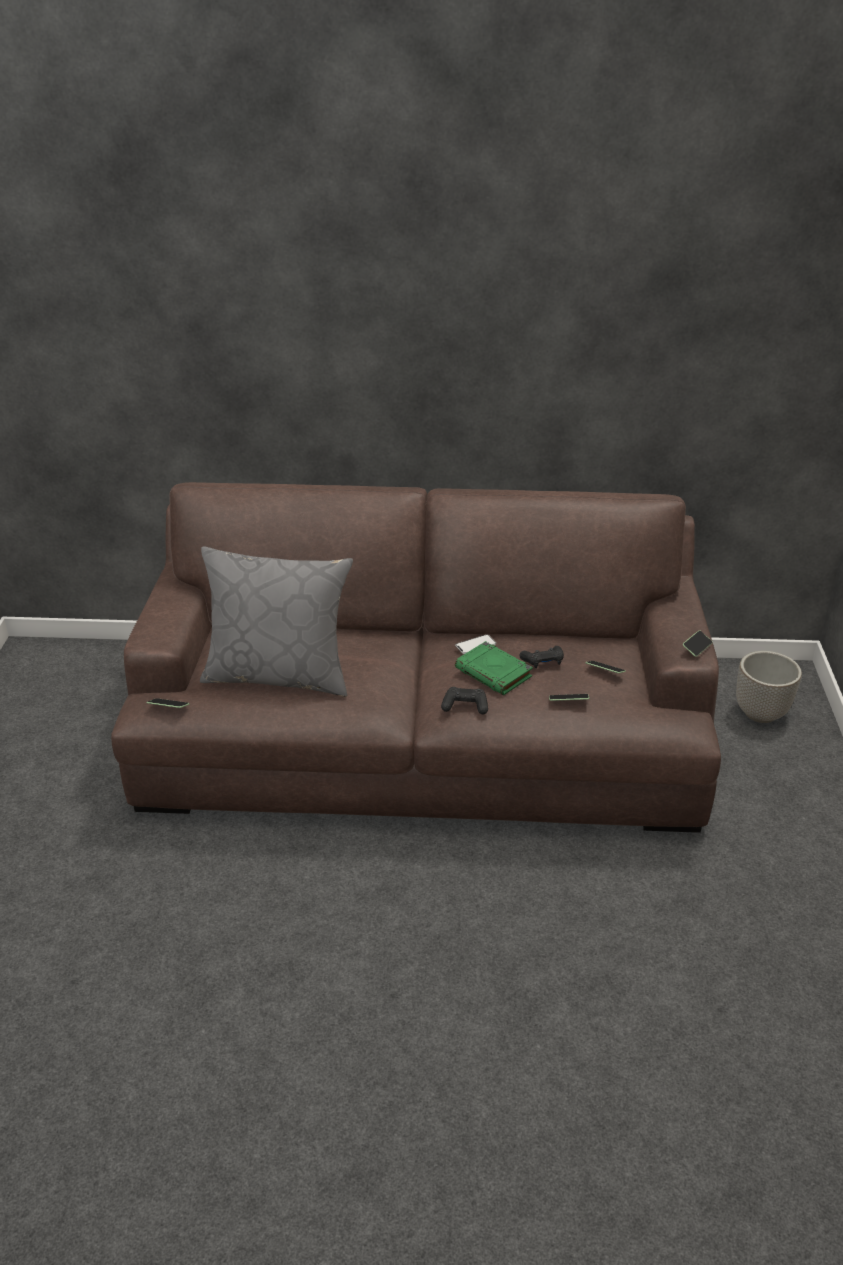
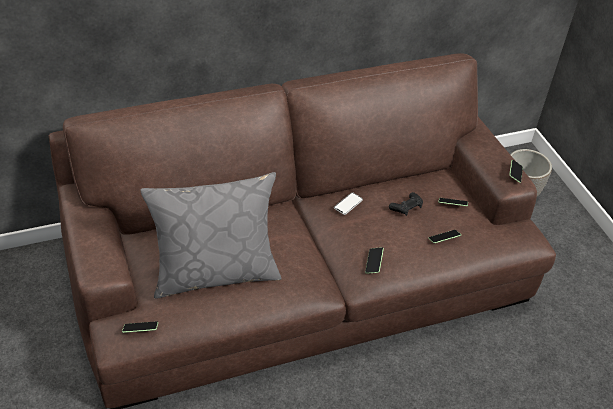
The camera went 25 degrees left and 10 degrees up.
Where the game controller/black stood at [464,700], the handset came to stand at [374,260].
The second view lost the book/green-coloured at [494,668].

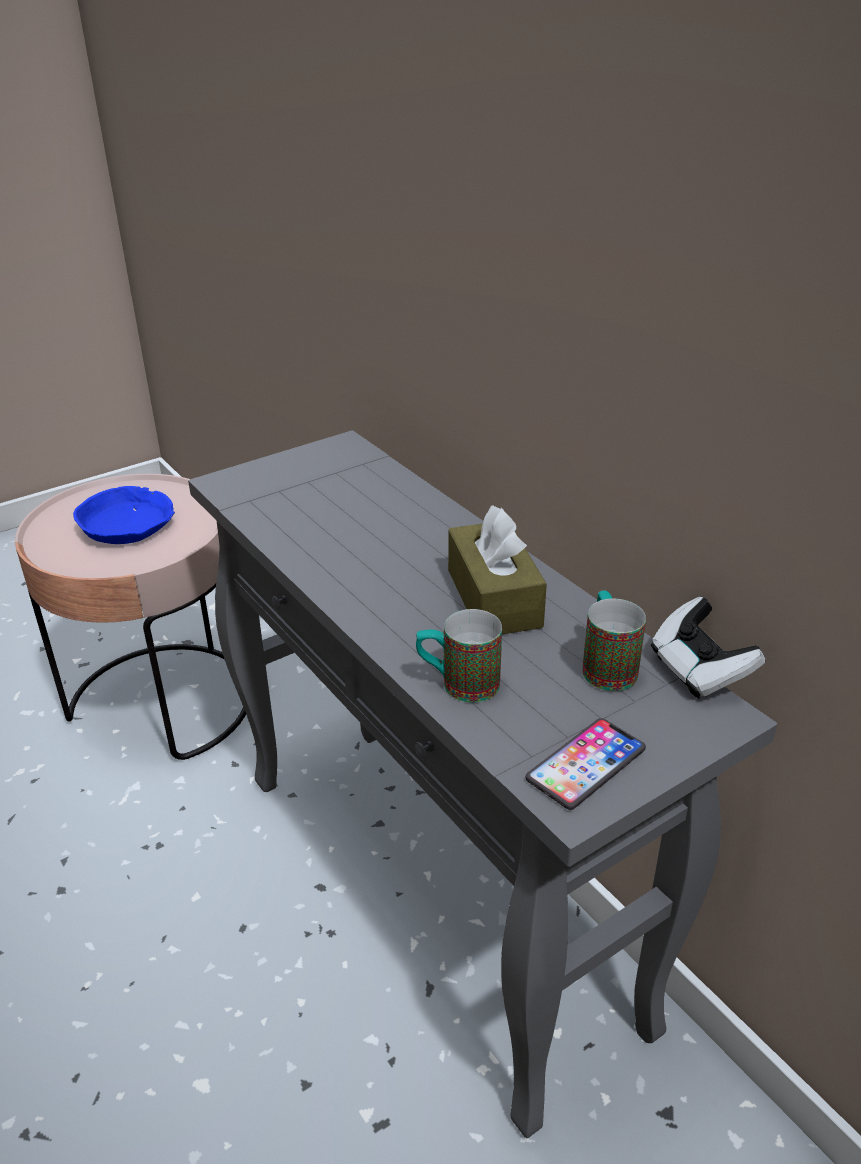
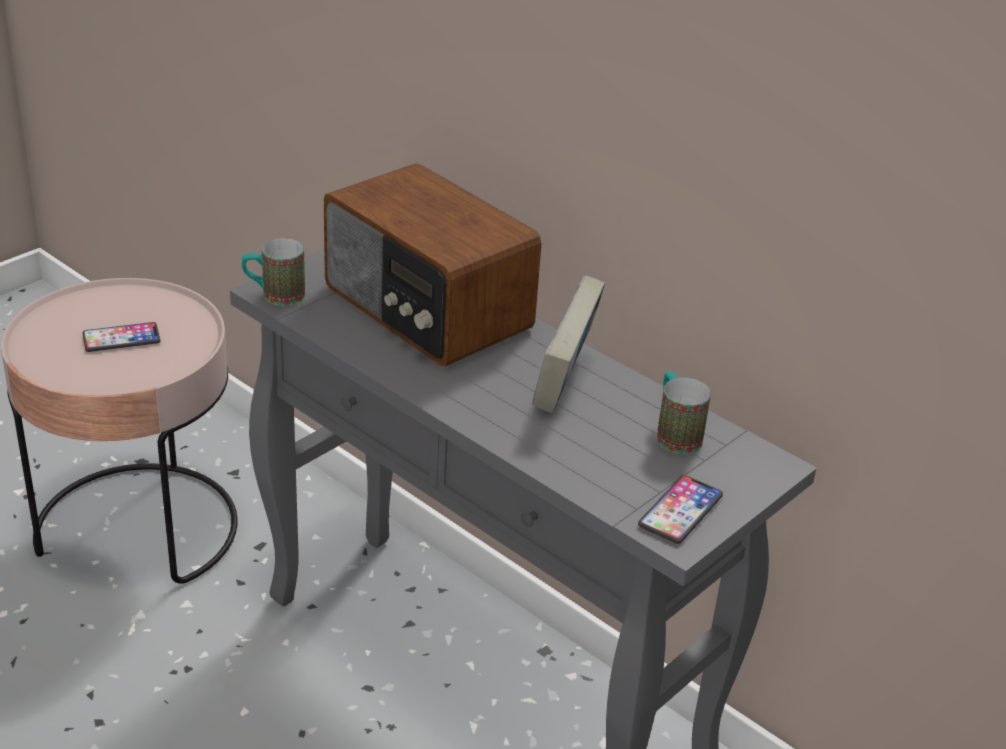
The camera went 15 degrees left and 0 degrees up.
Where the deep dish/blue stood at [124,515], the handset came to stand at [121,337].
The tea mug ended up elsewhere, having gone from [459,656] to [273,272].
Where the box of tissues/brown-coloured stood at [497,569], the book came to stand at [568,344].
The second view lost the game controller at [708,648].
The second view gained the radio at [433,265].

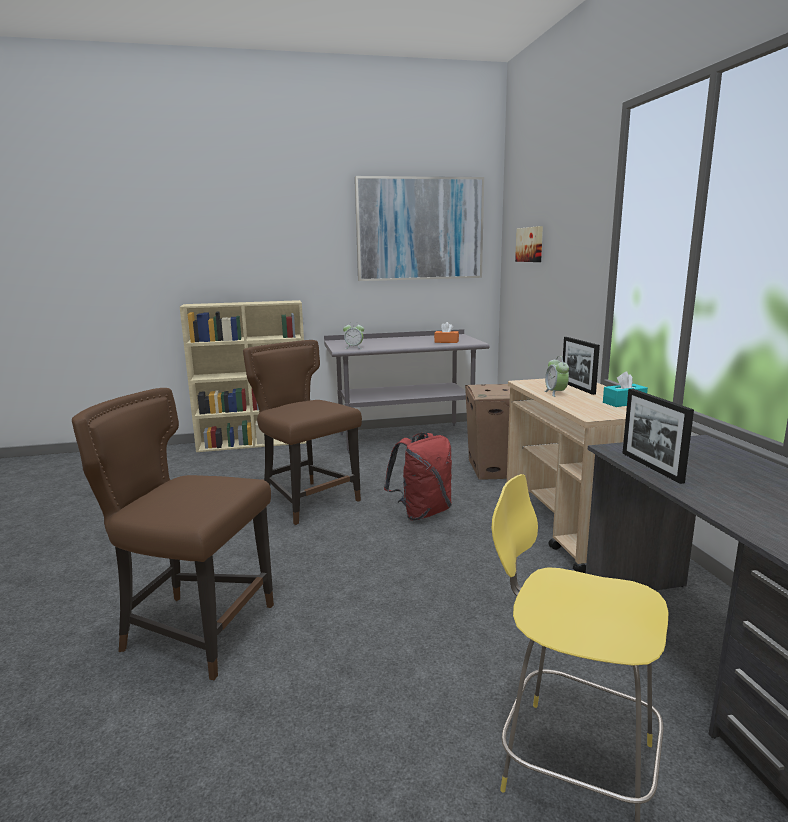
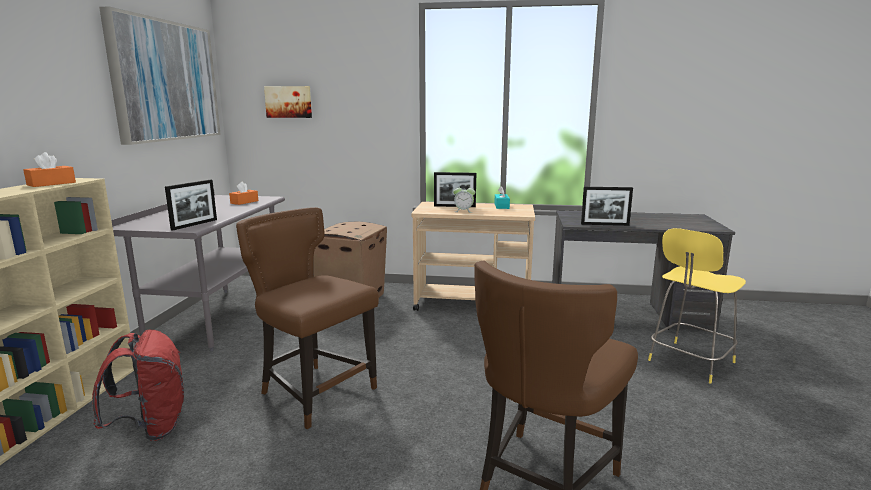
The camera went 70 degrees left and 0 degrees up.
The plain chair/brown-coloured at [302,432] ended up facing another way, 60 degrees clockwise from before.
Where the table clock stood at [353,335], the picture frame came to stand at [191,205].
The backpack/red ended up elsewhere, having gone from [418,476] to [138,385].
The second view gained the box of tissues/orange-coloured at [49,169].

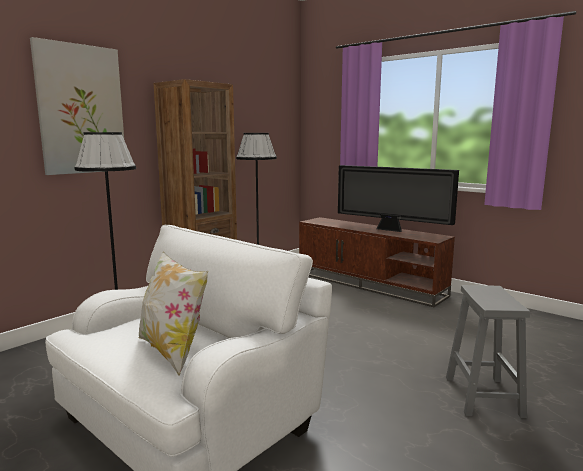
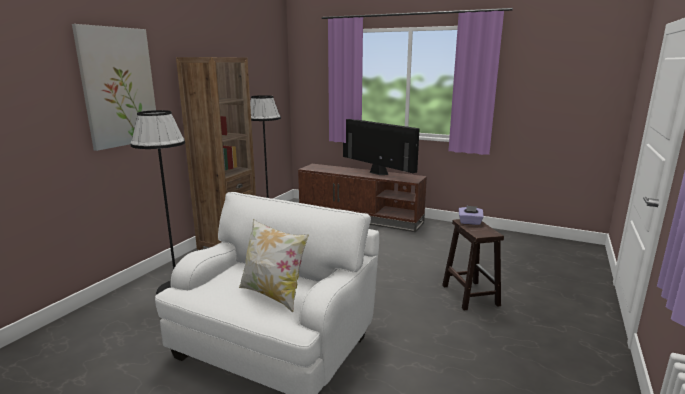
The camera went 15 degrees left and 5 degrees up.
The TV set at [398,198] ended up facing another way, 150 degrees counterclockwise from before.
What was the stool seat/gray at [488,351] turned into the stool seat/brown-coloured at [473,264].
The second view gained the box of tissues/purple-coloured at [471,215].

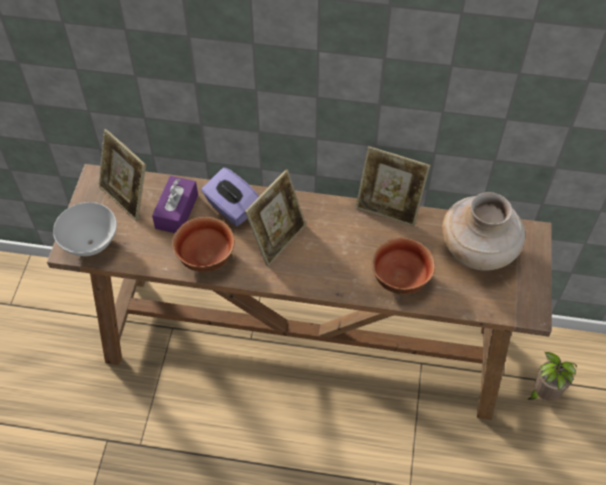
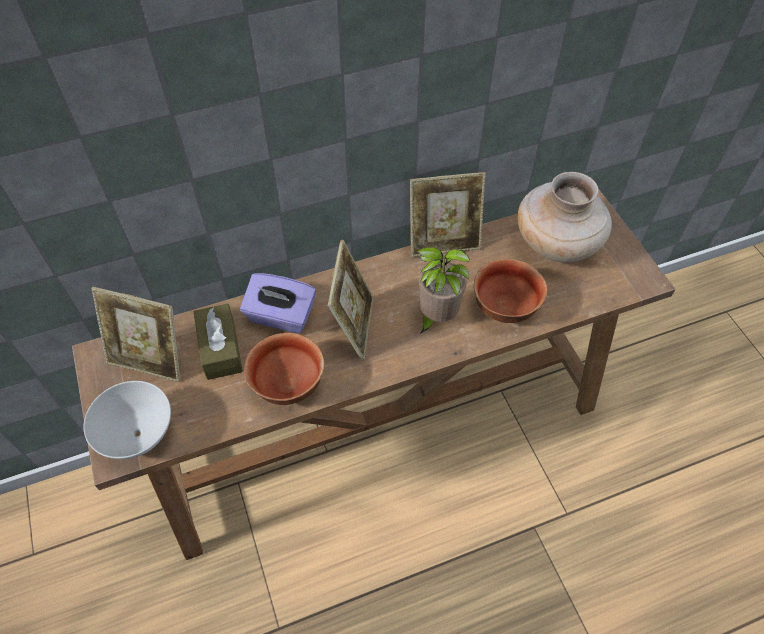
The camera went 30 degrees left and 0 degrees up.
What was the box of tissues/purple-coloured at [175,204] turned into the box of tissues/brown-coloured at [218,342].
The houseplant ended up elsewhere, having gone from [552,376] to [443,290].

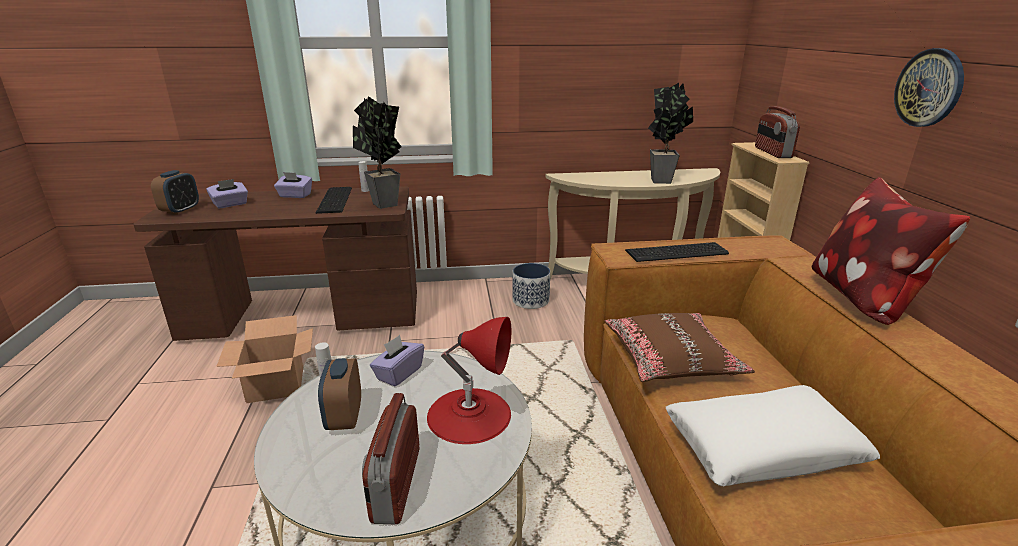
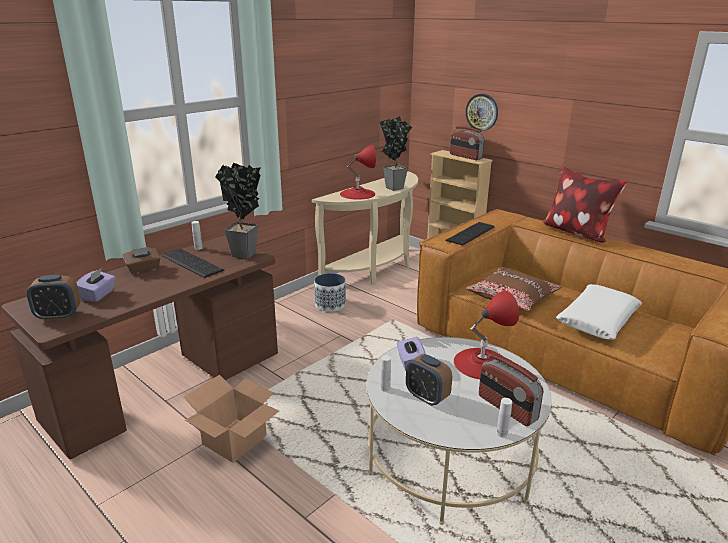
The camera went 40 degrees left and 0 degrees up.
The table clock at [175,192] ended up facing another way, 105 degrees clockwise from before.
What was the box of tissues/purple-coloured at [293,185] turned into the box of tissues/brown-coloured at [141,261].
The hanging clock ended up elsewhere, having gone from [929,87] to [481,112].
The second view gained the table lamp/red at [358,172].
The second view gained the drink bottle/white at [504,418].

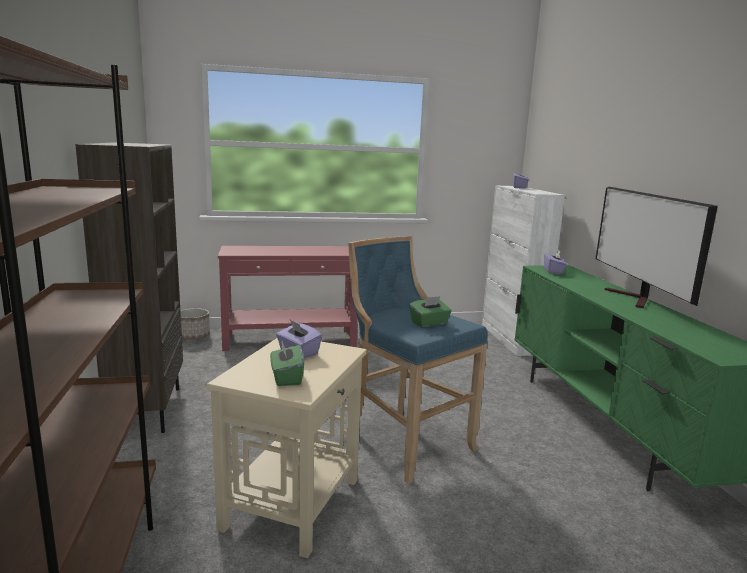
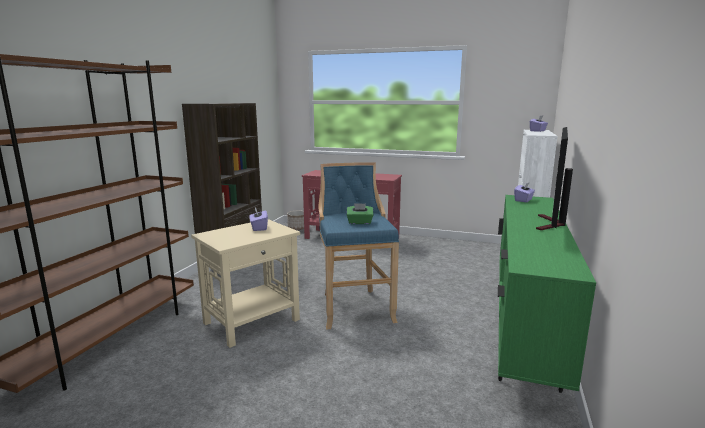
The camera went 30 degrees right and 0 degrees up.
The second view lost the box of tissues/green-coloured at [287,363].

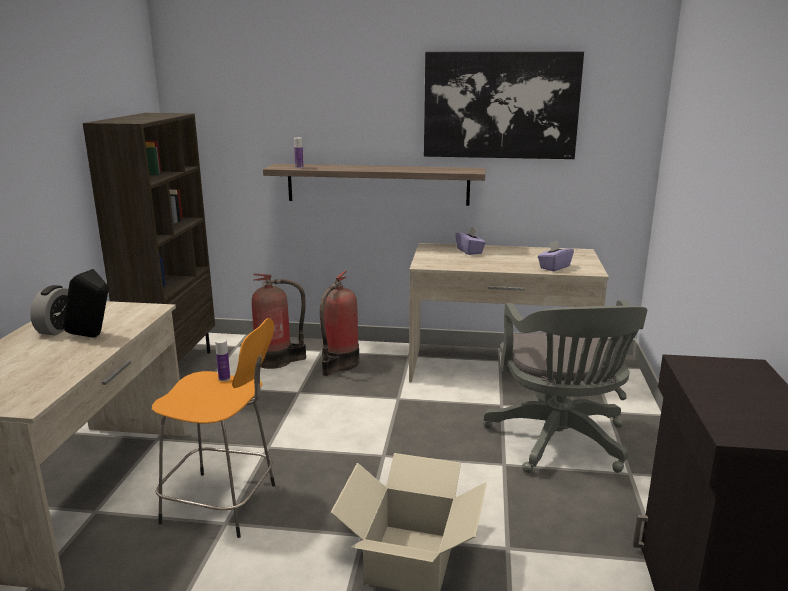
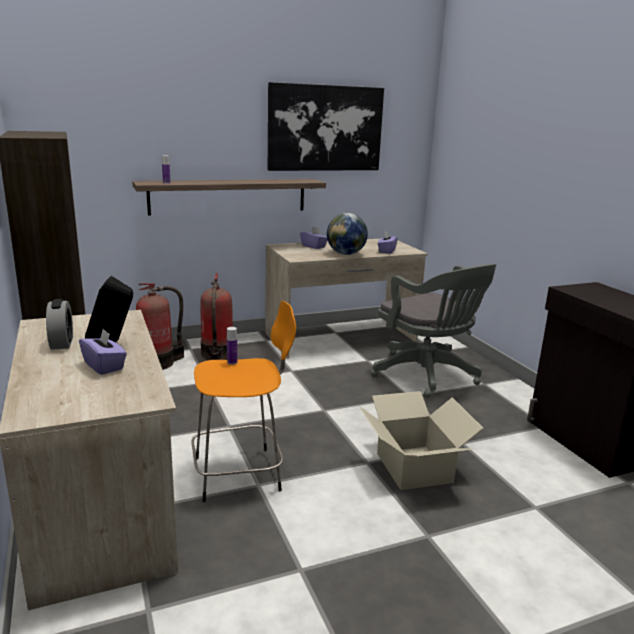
The camera went 30 degrees left and 0 degrees up.
The second view gained the box of tissues/purple-coloured at [103,352].
The second view gained the globe at [347,234].

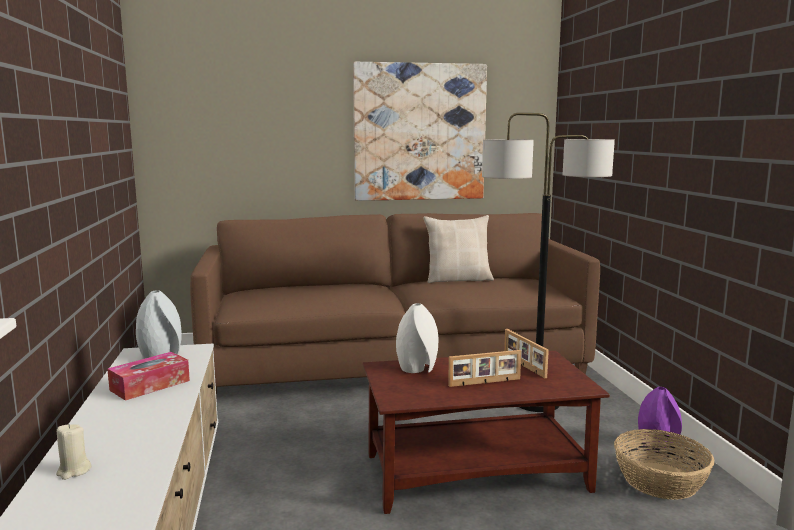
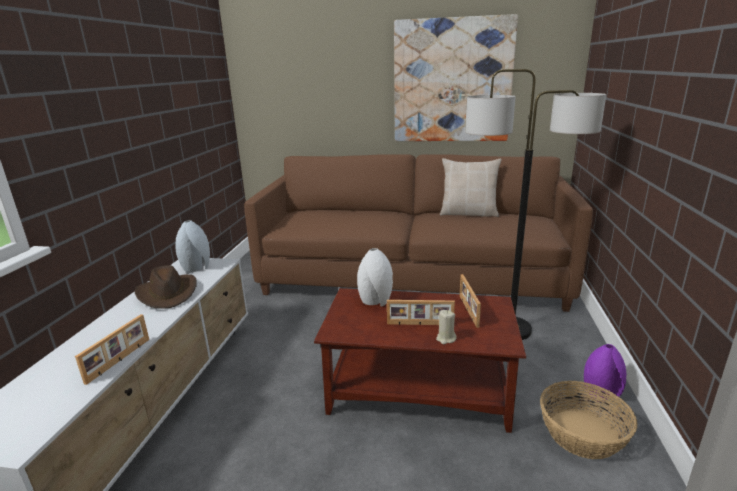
The camera went 20 degrees right and 10 degrees up.
The wax light/beige-coloured ended up elsewhere, having gone from [73,452] to [446,327].
Where the box of tissues stood at [148,376], the clothing hat/brown-coloured came to stand at [165,287].
The second view gained the picture frame at [112,349].

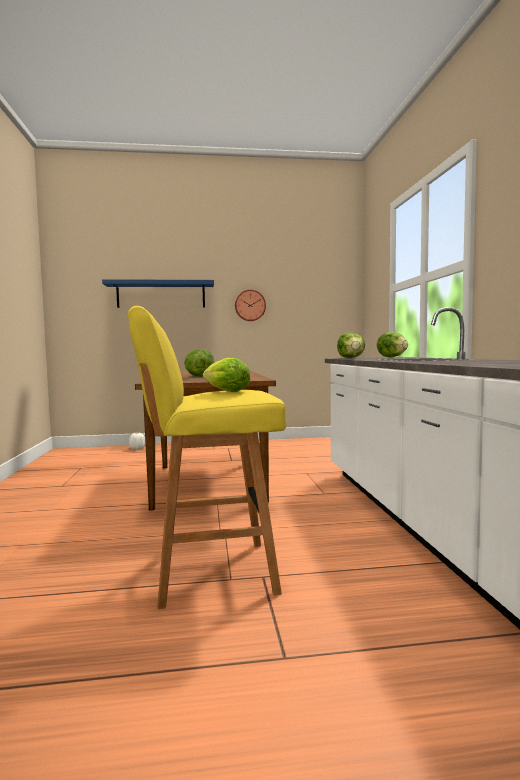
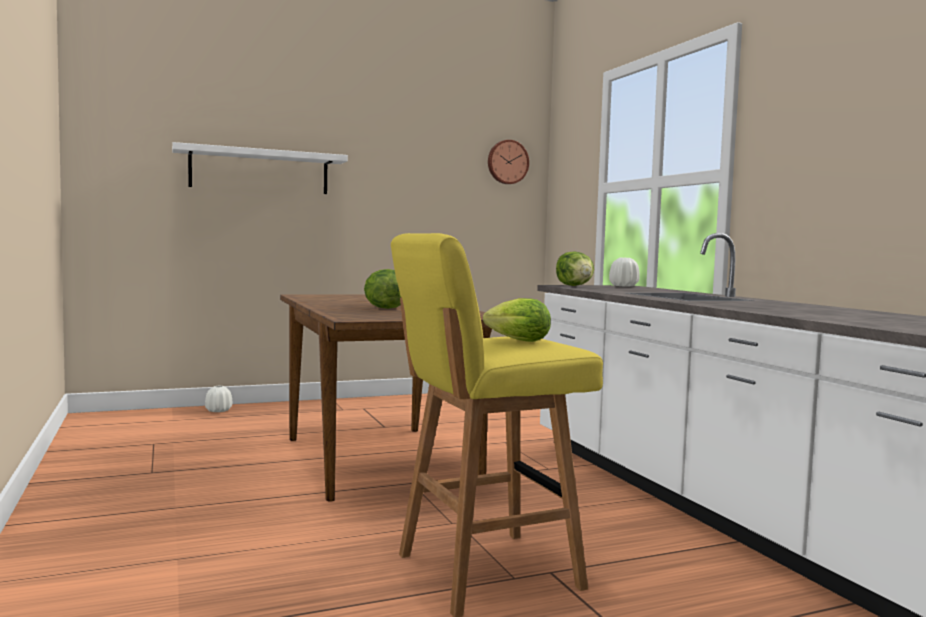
The camera went 15 degrees left and 0 degrees up.
What was the shelf/blue at [158,293] turned into the shelf/white at [260,168].
The hanging clock ended up elsewhere, having gone from [250,305] to [508,162].
Where the lettuce stood at [392,344], the decorative vase/white came to stand at [624,272].

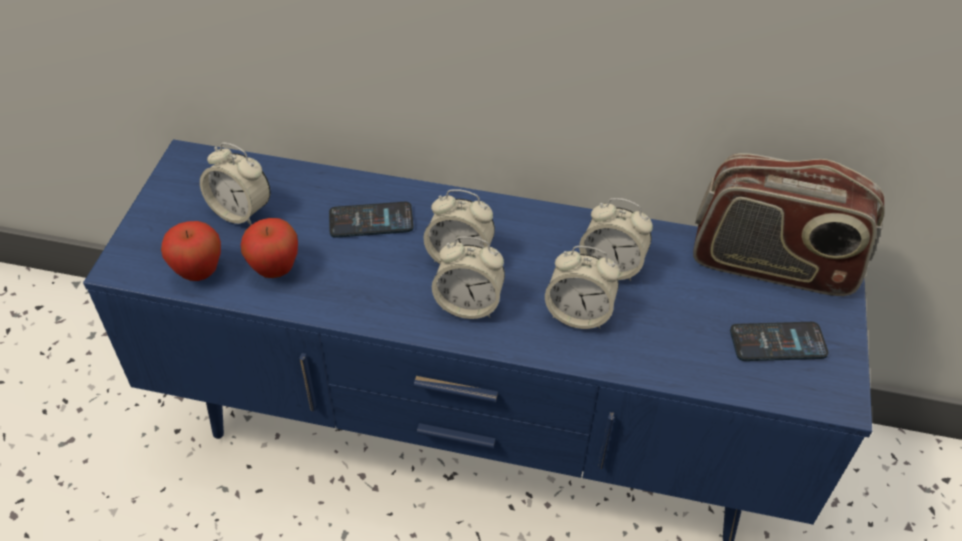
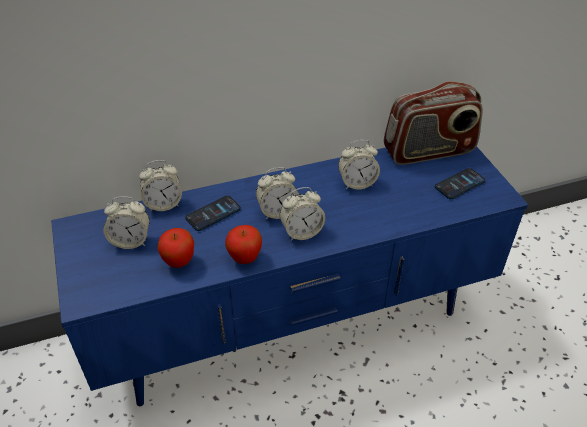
The camera went 30 degrees left and 5 degrees down.
The apple fruit ended up elsewhere, having gone from [191,251] to [243,244].
The table clock ended up elsewhere, having gone from [582,287] to [160,186].

